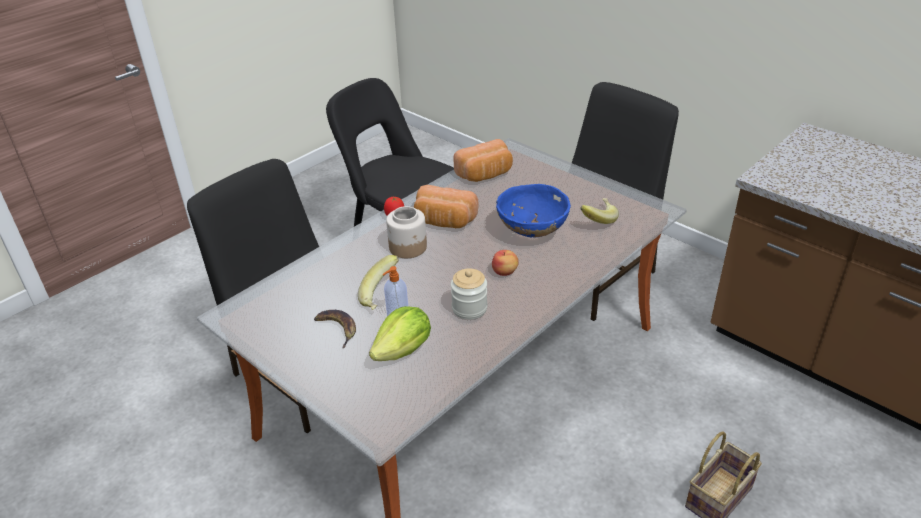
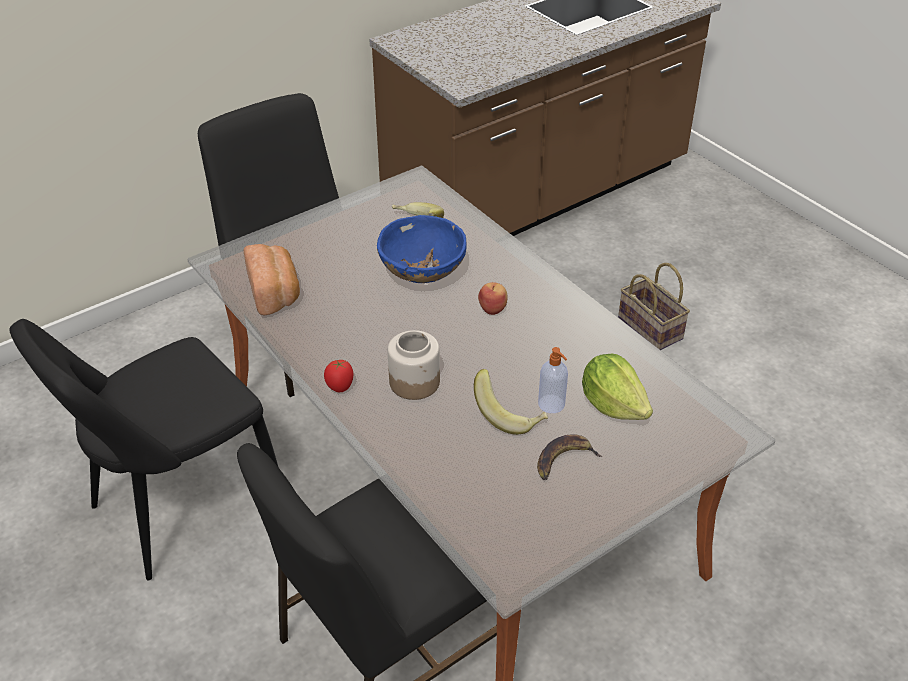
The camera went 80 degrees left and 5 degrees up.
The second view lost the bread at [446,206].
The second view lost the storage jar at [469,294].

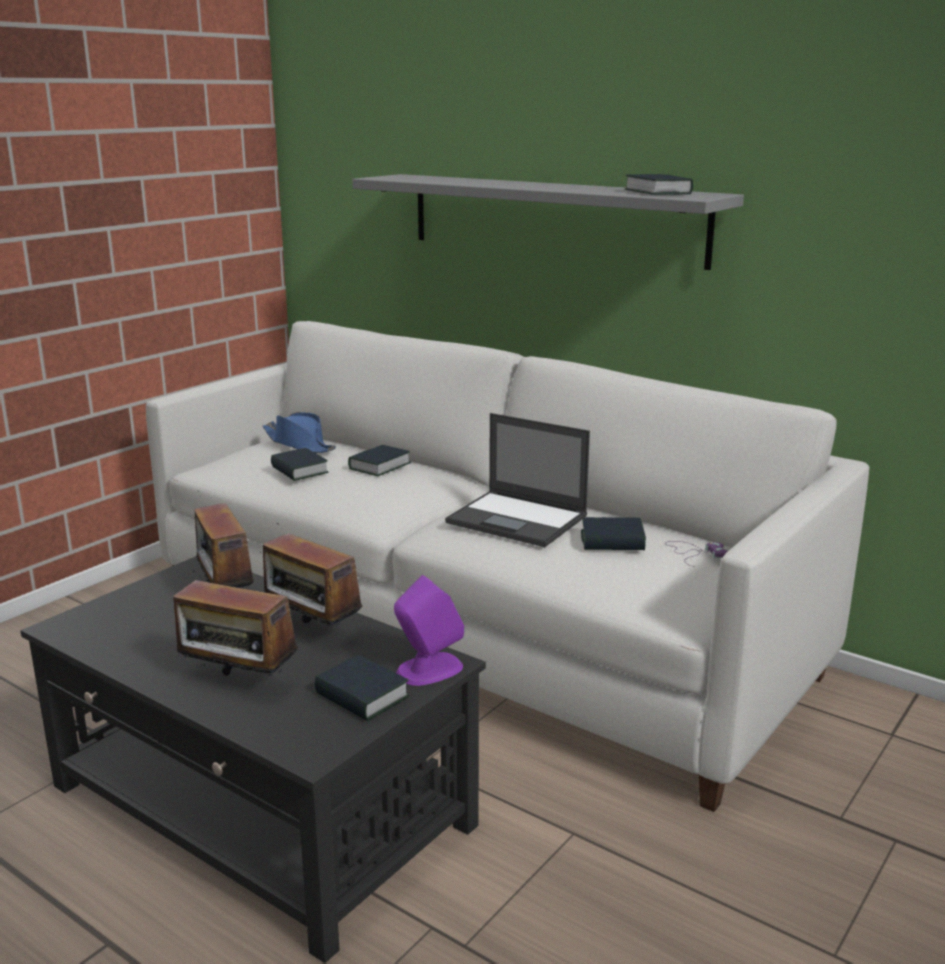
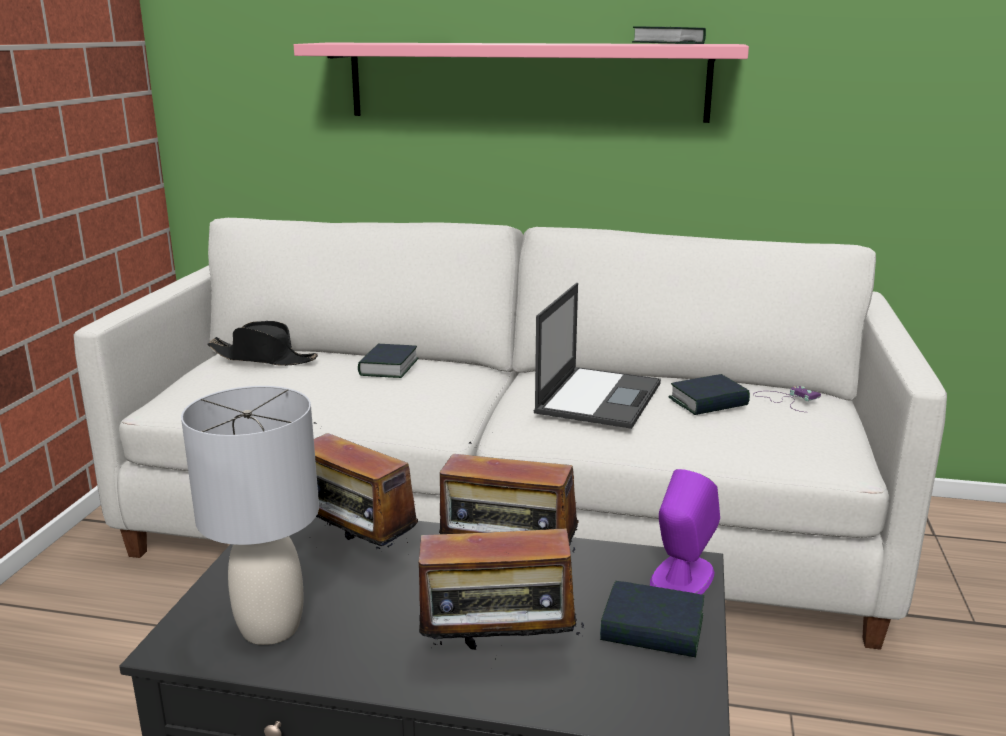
The camera went 25 degrees left and 0 degrees up.
What was the clothing hat/blue at [299,432] turned into the clothing hat/black at [262,343].
The second view lost the book at [300,464].
What was the shelf/gray at [548,222] turned into the shelf/pink at [521,83].
The laptop at [517,480] ended up facing another way, 75 degrees counterclockwise from before.
The second view gained the table lamp/gray at [250,515].

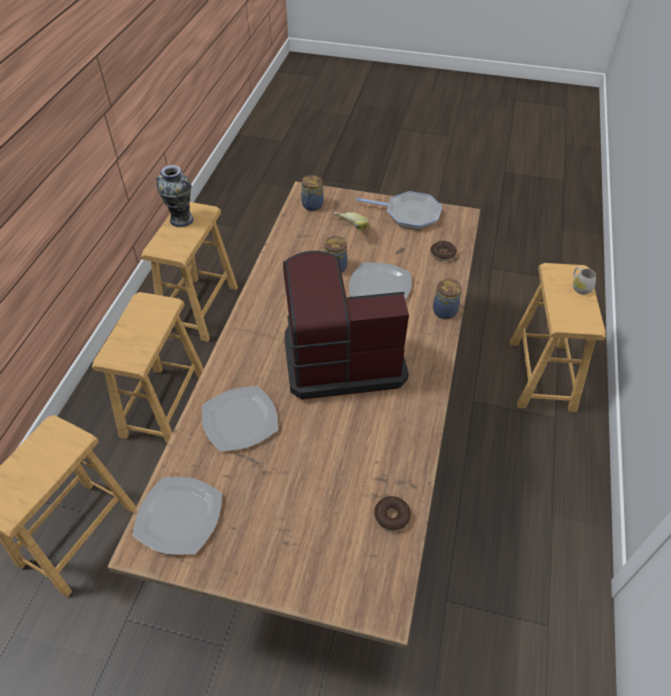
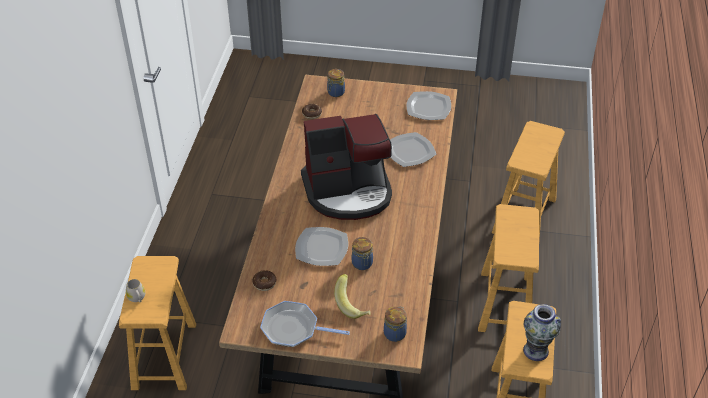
The camera went 175 degrees right and 5 degrees down.
The storage jar ended up elsewhere, having gone from [447,299] to [336,83].

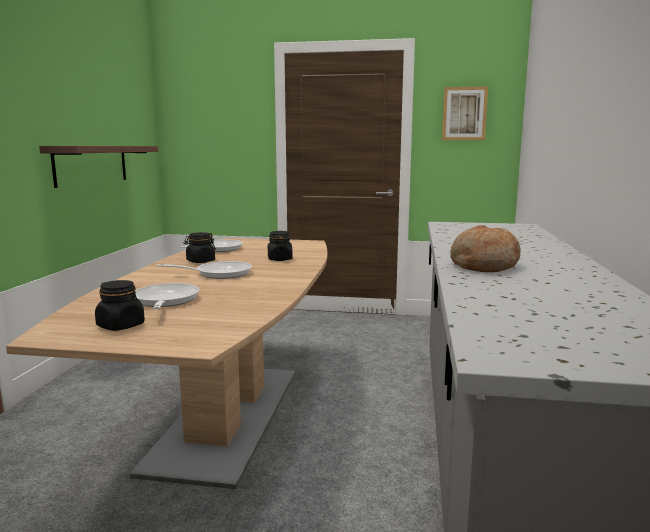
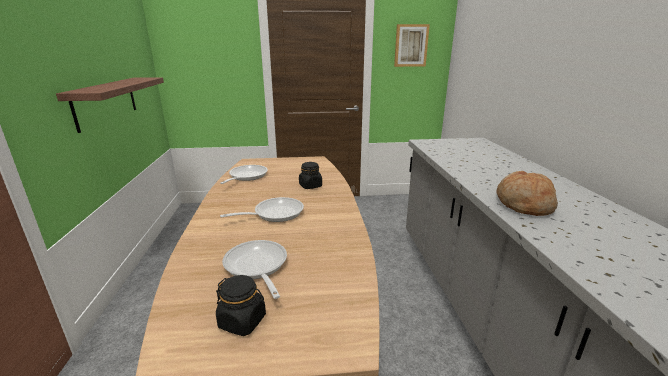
The camera went 15 degrees left and 10 degrees up.
The second view lost the storage jar/black at [199,247].

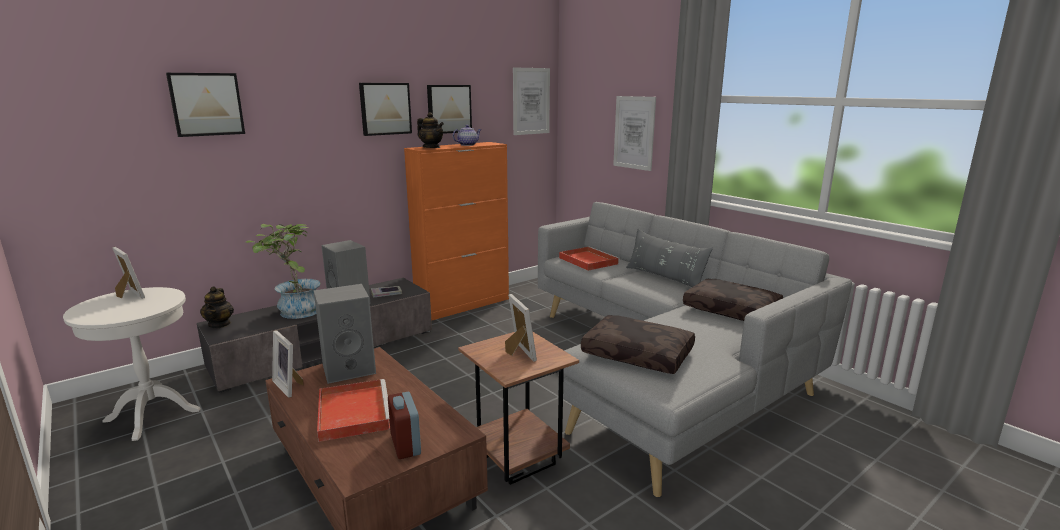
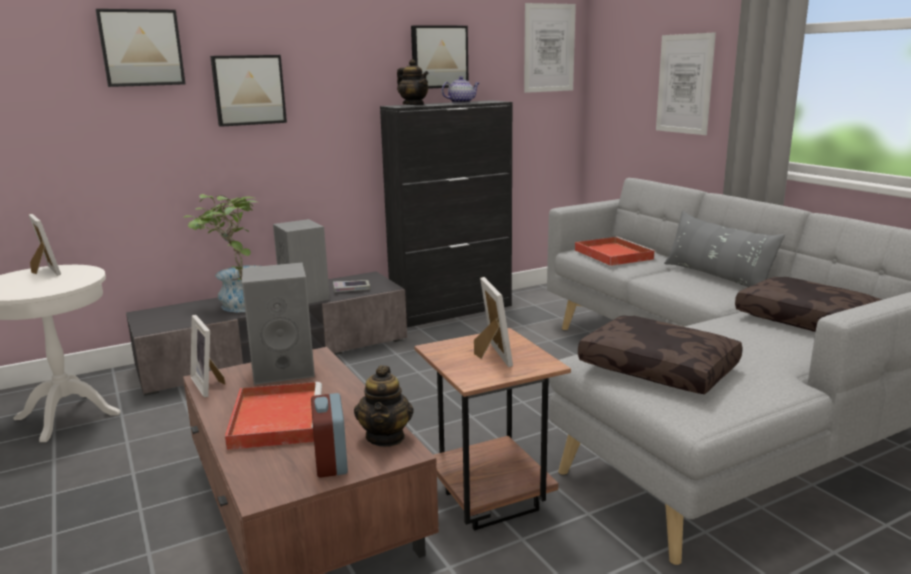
The camera went 10 degrees right and 0 degrees up.
The teapot ended up elsewhere, having gone from [217,307] to [384,406].
The wall picture ended up elsewhere, having gone from [385,109] to [248,91].
What was the cupboard/orange-coloured at [456,231] turned into the cupboard/black at [446,213].

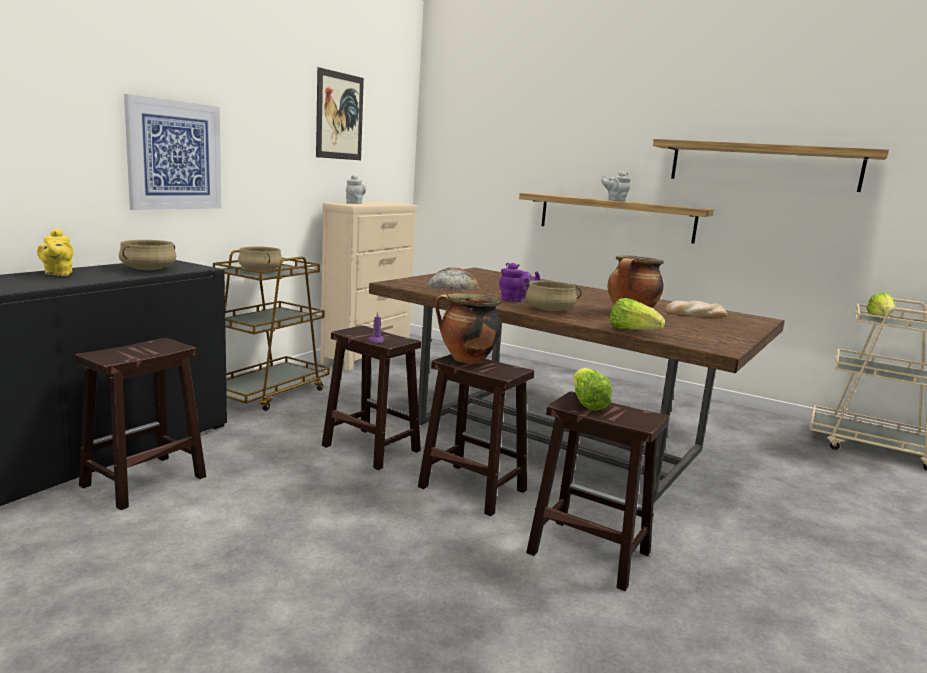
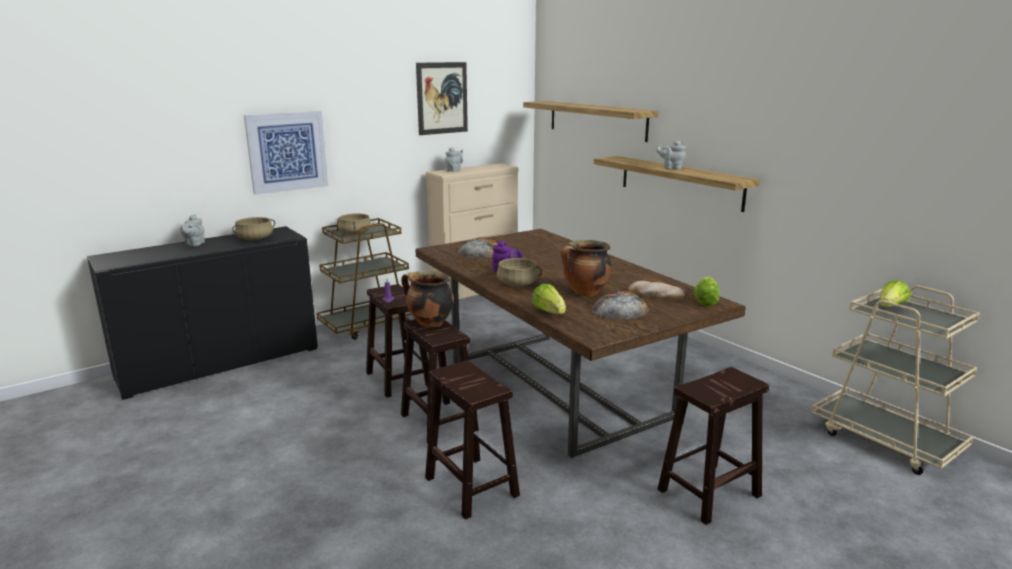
The camera went 25 degrees right and 5 degrees up.
What was the teapot/yellowish at [55,252] turned into the teapot/gray at [192,230].
The stool seat/brown-coloured ended up elsewhere, having gone from [140,424] to [713,446].
The lettuce ended up elsewhere, having gone from [592,389] to [706,291].
The shelf ended up elsewhere, having gone from [771,165] to [591,121].
The second view gained the bread at [620,305].

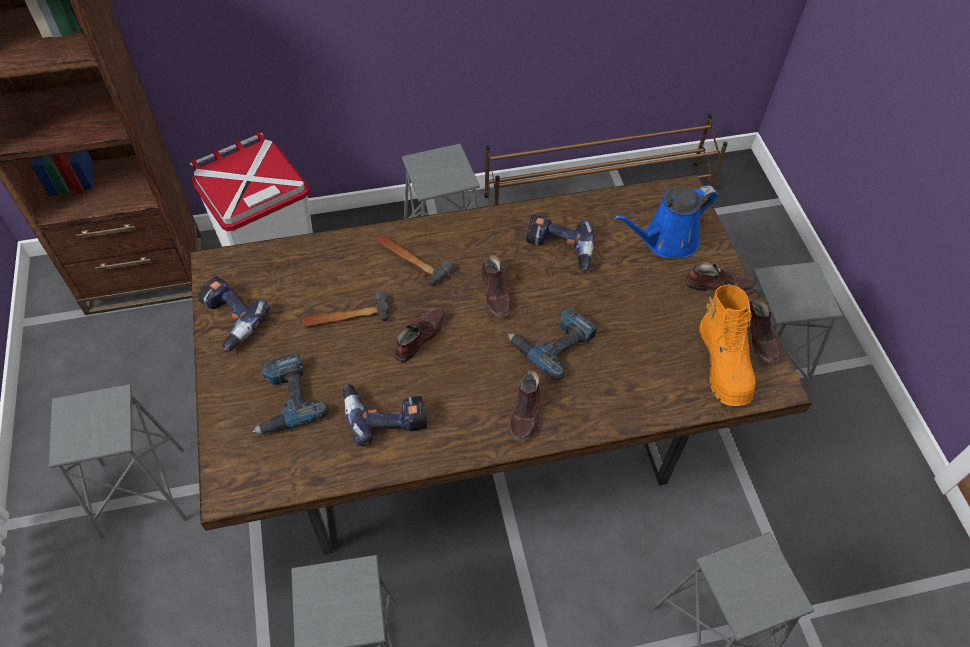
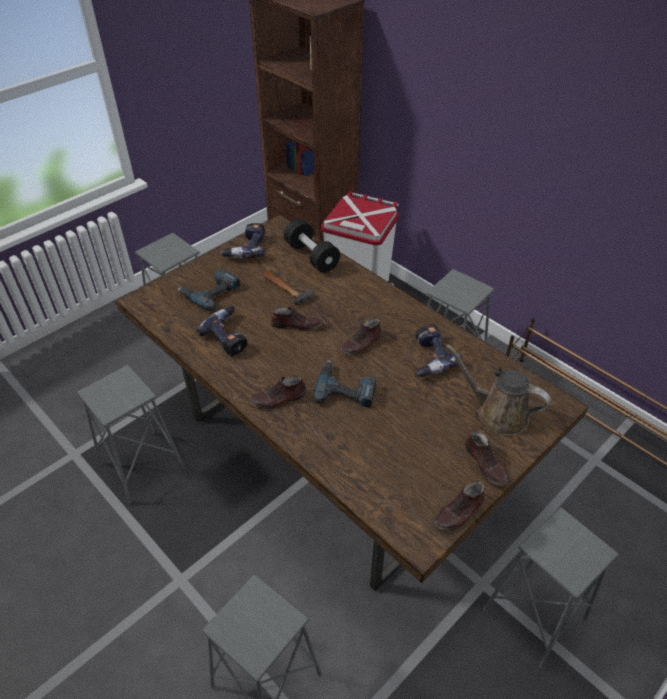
The camera went 60 degrees right and 10 degrees down.
The second view lost the hammer at [415,260].
What was the sprinkling can/blue at [666,222] turned into the sprinkling can/brown-coloured at [498,390].
The second view lost the high-top boot/orange-coloured at [727,345].
The second view gained the free weight/black at [312,246].

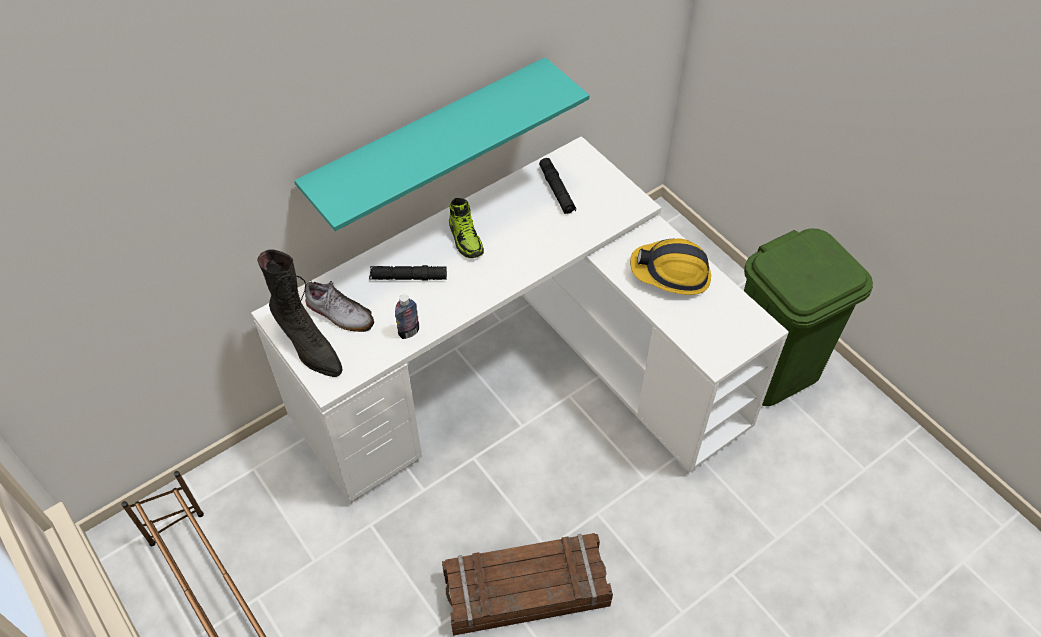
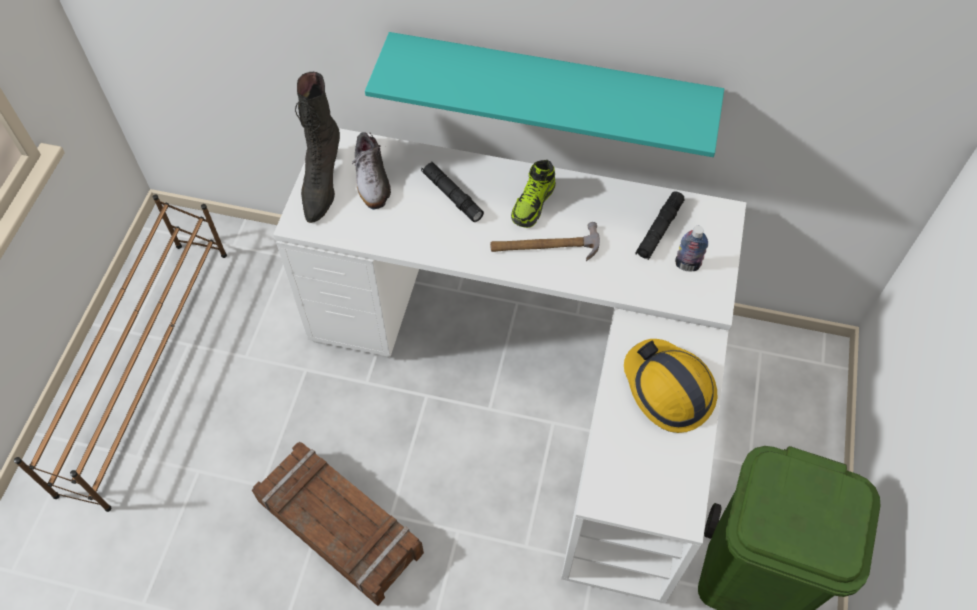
The camera went 50 degrees right and 5 degrees up.
The drink bottle ended up elsewhere, having gone from [407,316] to [691,248].
The second view gained the hammer at [545,241].

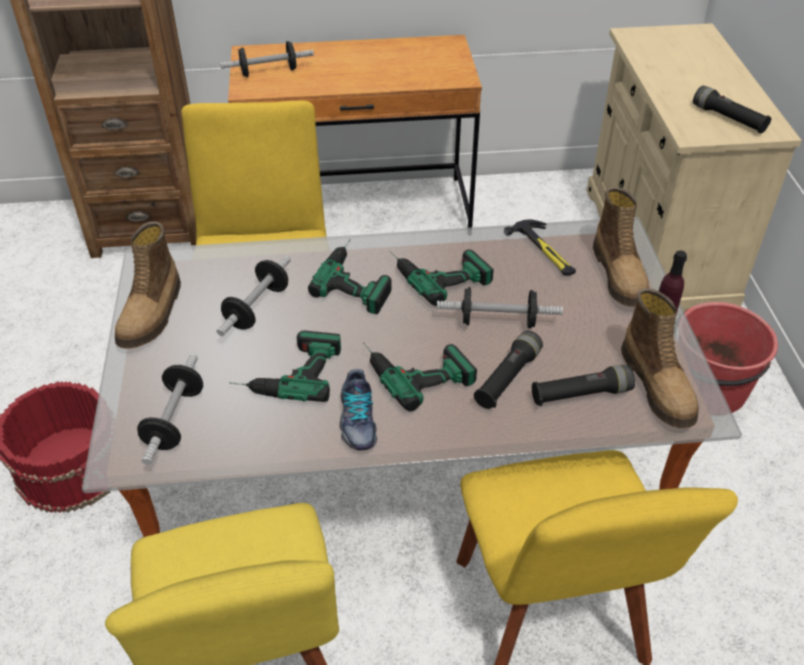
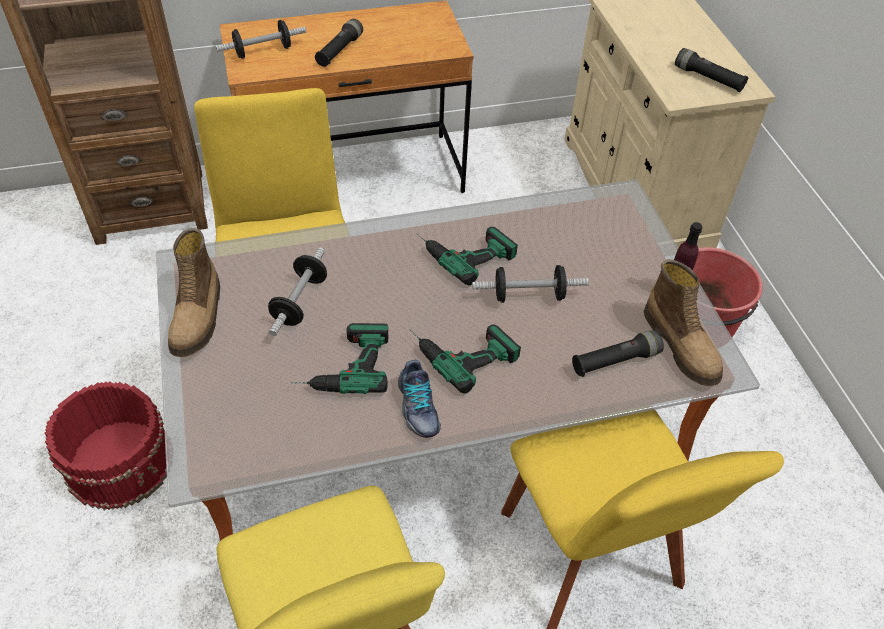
The camera went 10 degrees left and 5 degrees up.
The second view lost the free weight at [170,409].
The second view lost the drill at [350,276].
The torch/black ended up elsewhere, having gone from [508,370] to [339,43].
The second view lost the hammer at [540,247].
The second view lost the high-top boot at [621,247].

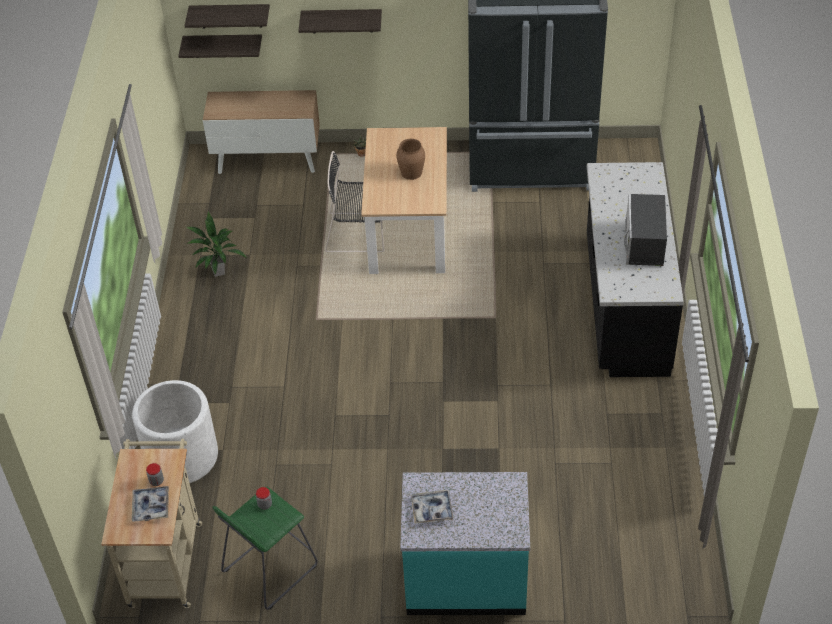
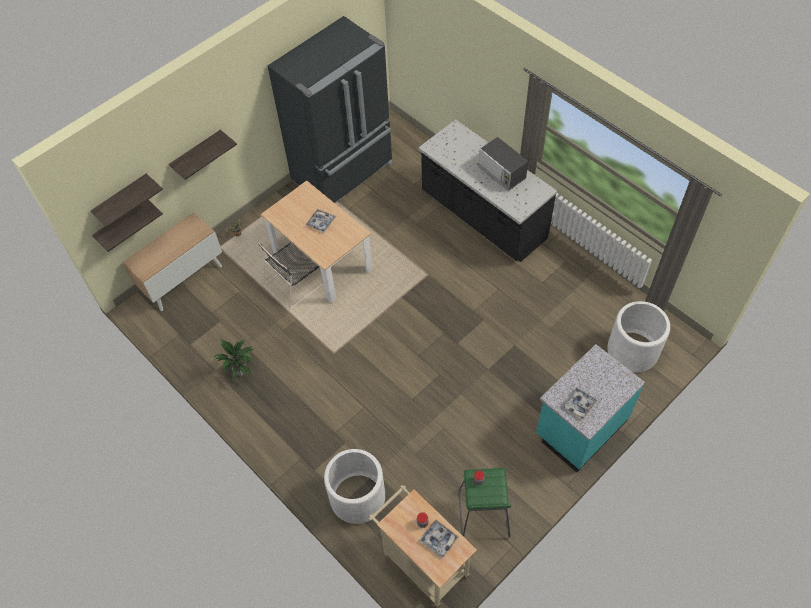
The camera went 45 degrees left and 10 degrees up.
Where the decorative vase/brown-coloured stood at [410,159], the tray came to stand at [321,221].
The second view gained the planter/white at [639,337].

